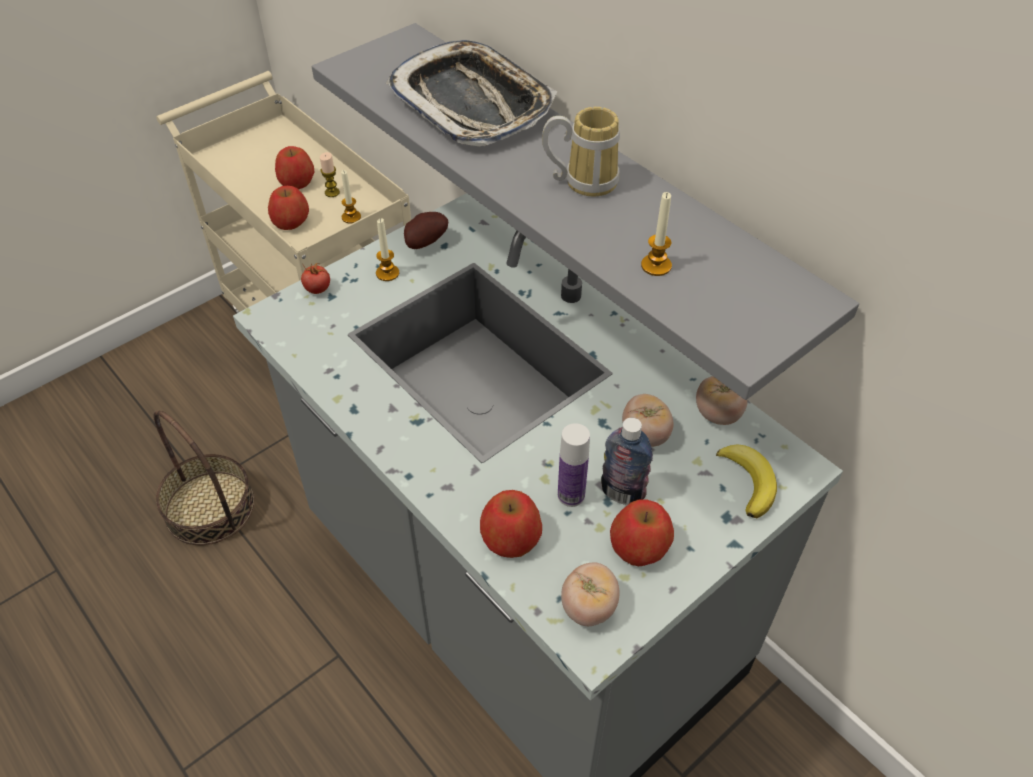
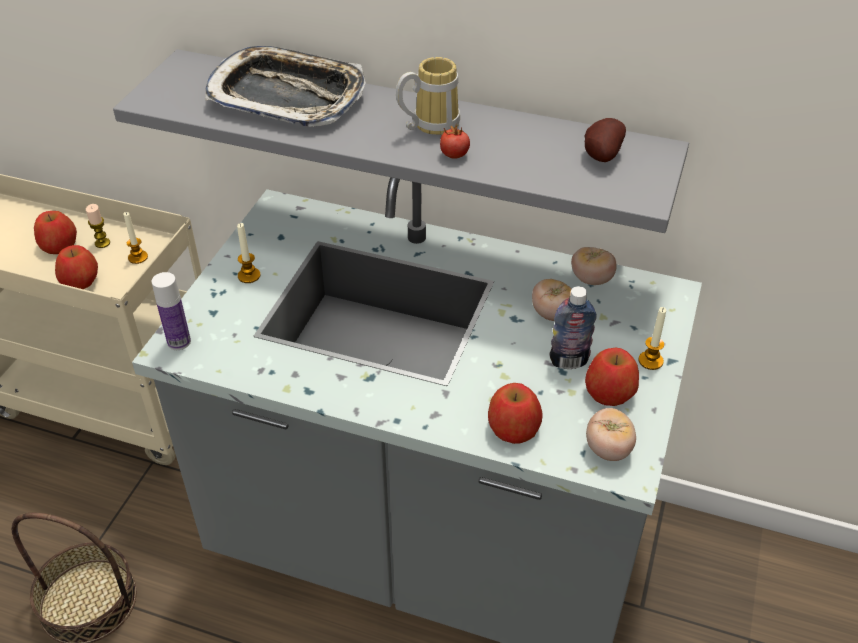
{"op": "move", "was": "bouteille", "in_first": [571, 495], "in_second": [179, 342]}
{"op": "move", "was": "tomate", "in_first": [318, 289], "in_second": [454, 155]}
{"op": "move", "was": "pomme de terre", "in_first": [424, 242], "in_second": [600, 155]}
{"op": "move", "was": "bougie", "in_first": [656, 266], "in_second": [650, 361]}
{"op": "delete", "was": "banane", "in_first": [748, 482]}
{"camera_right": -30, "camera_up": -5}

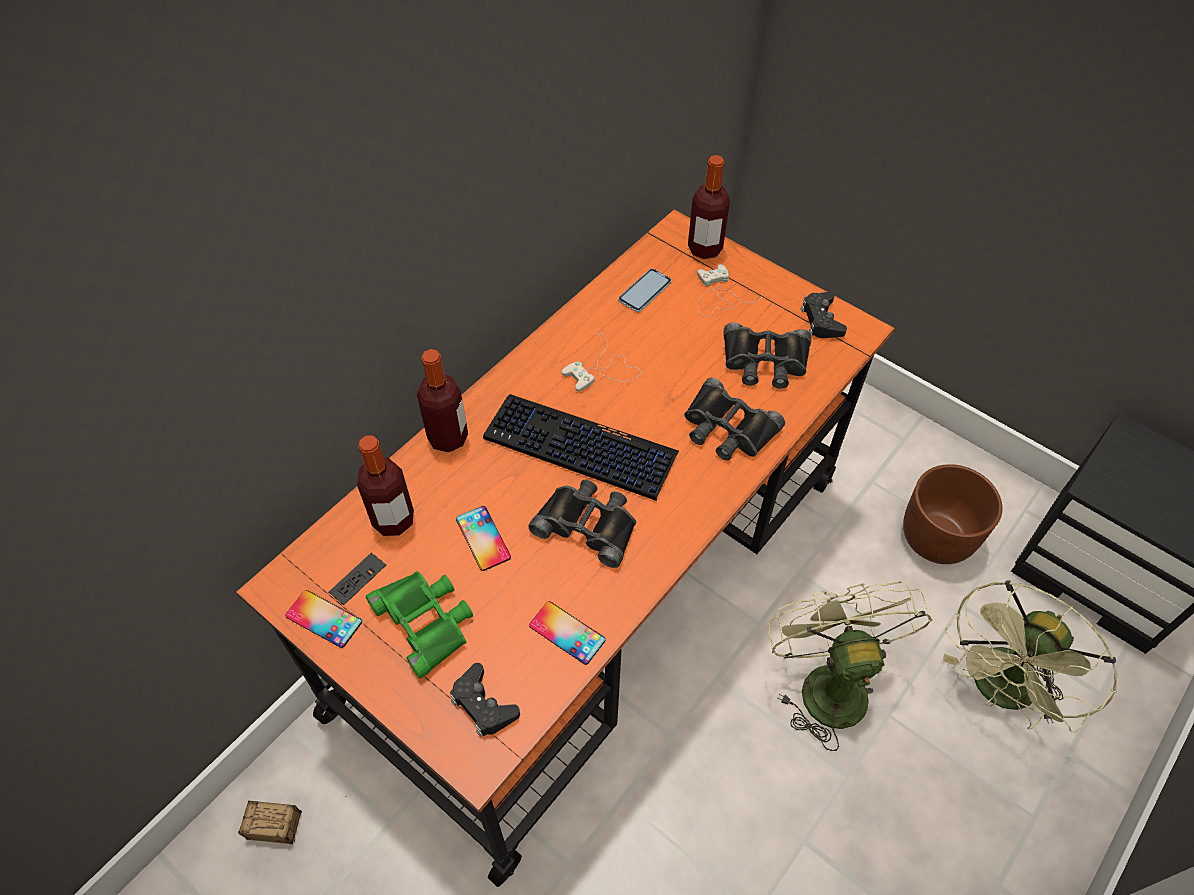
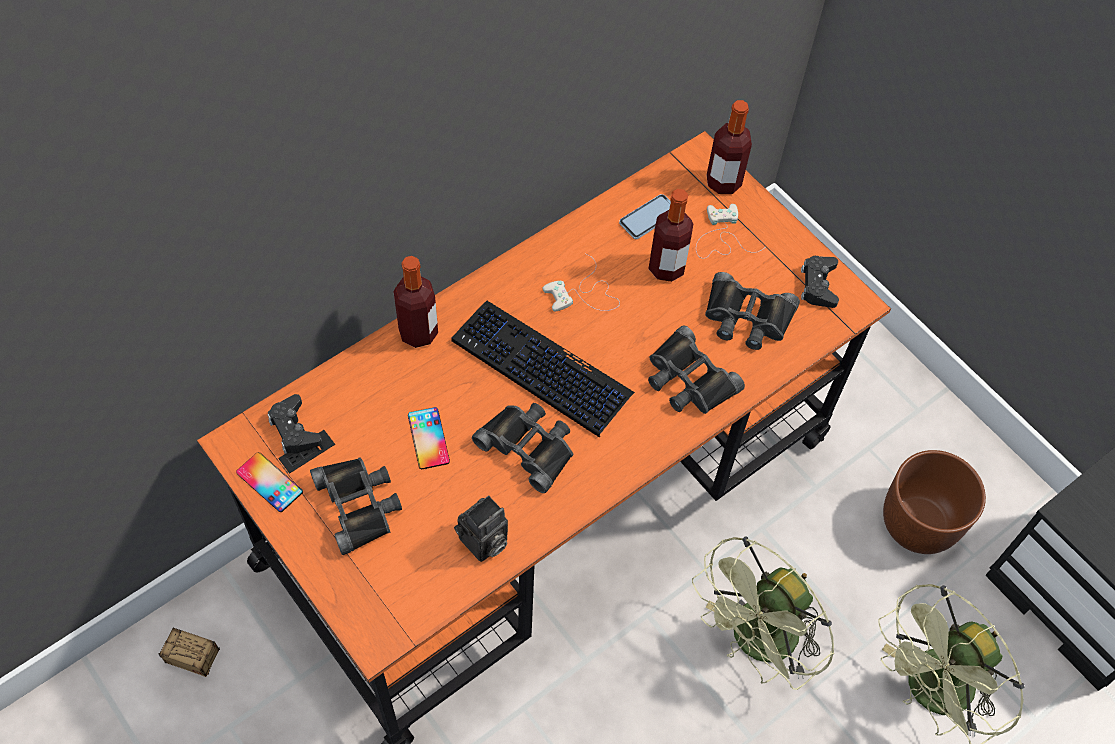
{"op": "move", "was": "manette/noir", "in_first": [483, 705], "in_second": [294, 429]}
{"op": "recolor", "was": "jumelles/vert", "now": "jumelles/noir", "in_first": [425, 621], "in_second": [359, 504]}
{"op": "replace", "was": "téléphone", "now": "appareil photo", "in_first": [567, 632], "in_second": [483, 543]}
{"op": "move", "was": "bouteille", "in_first": [393, 520], "in_second": [666, 268]}
{"op": "rotate", "was": "ventilateur/vert", "in_first": [826, 681], "in_second": [756, 643], "clockwise": -135}
{"camera_right": 10, "camera_up": 5}

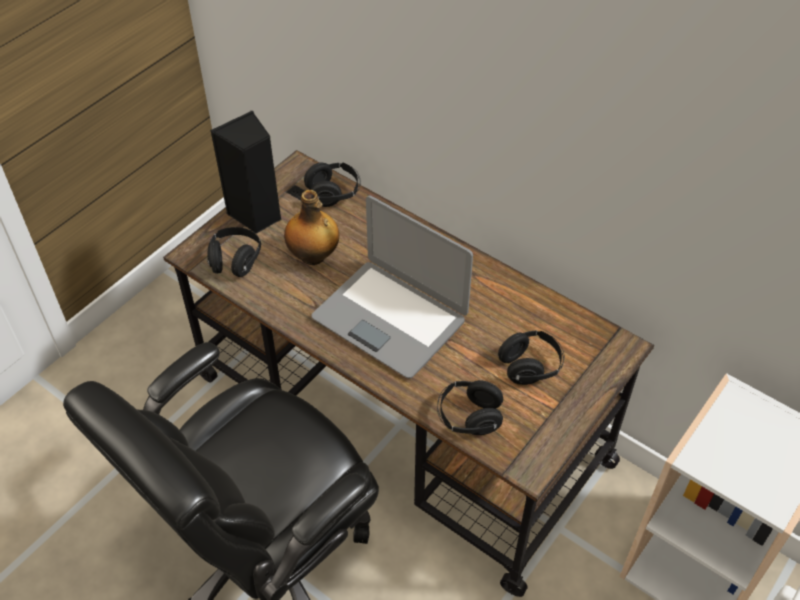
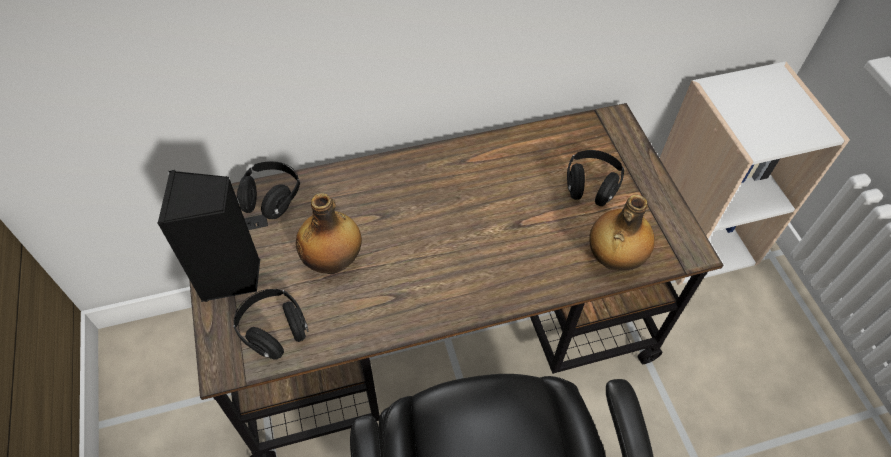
{"op": "replace", "was": "casque audio/noir", "now": "bouteille", "in_first": [469, 417], "in_second": [613, 259]}
{"op": "delete", "was": "ordinateur portable", "in_first": [390, 318]}
{"camera_right": -55, "camera_up": 5}

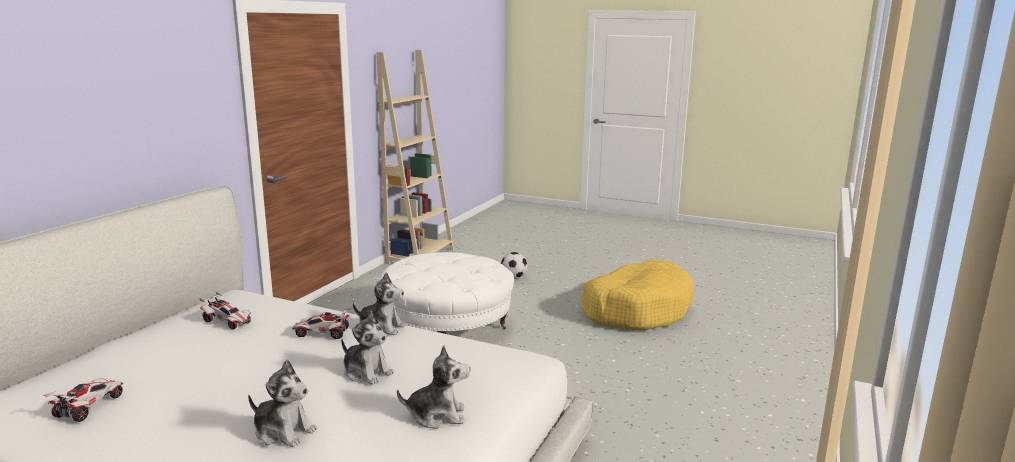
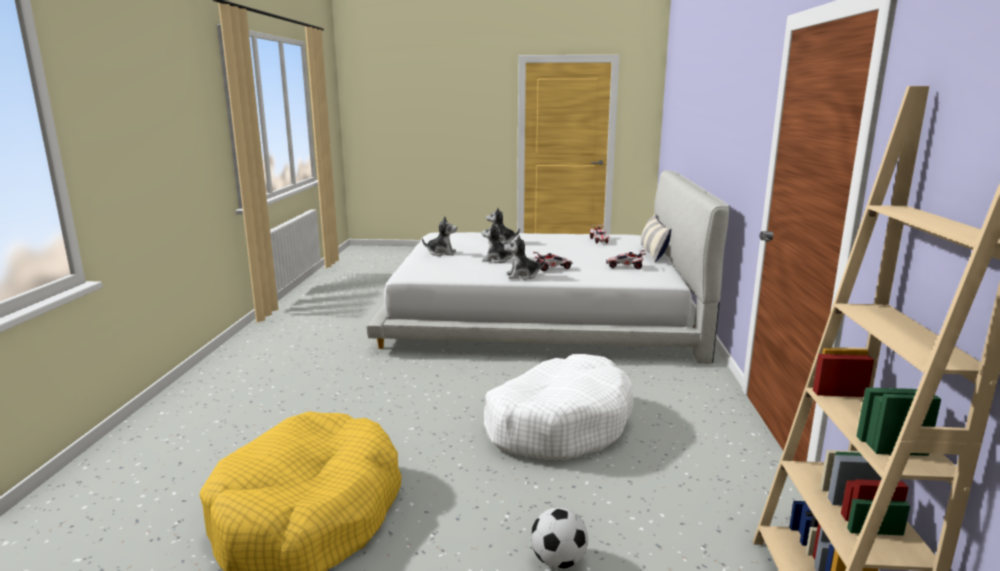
{"op": "rotate", "was": "peluche", "in_first": [437, 415], "in_second": [441, 253], "clockwise": -150}
{"op": "replace", "was": "pouf/blanc", "now": "panier pour chien/blanc", "in_first": [448, 327], "in_second": [558, 424]}
{"op": "insert", "now": "coussin", "in_second": [653, 253]}
{"camera_right": 160, "camera_up": 0}

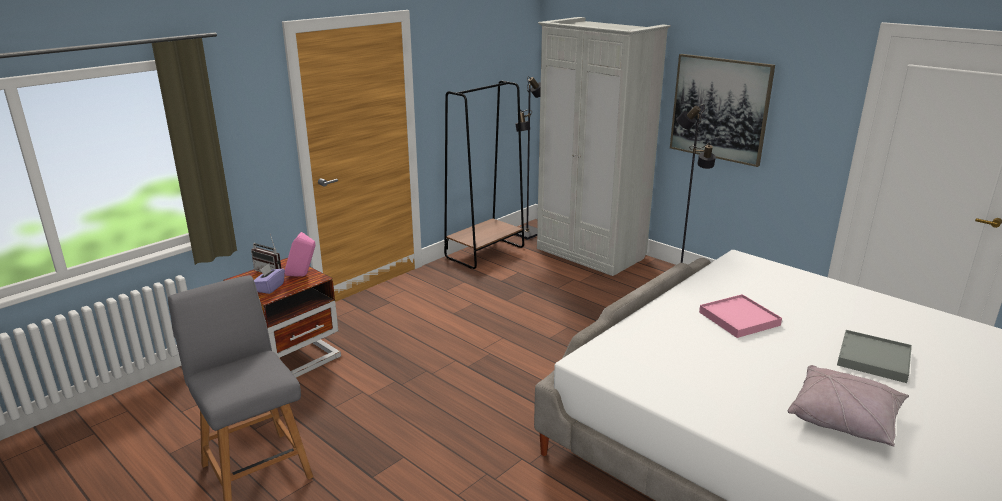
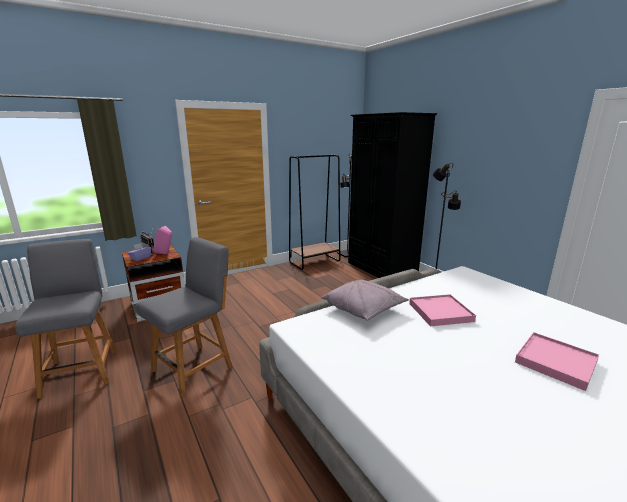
{"op": "insert", "now": "chaise/gris", "in_second": [195, 367]}
{"op": "move", "was": "coussin/violet", "in_first": [844, 418], "in_second": [364, 309]}
{"op": "recolor", "was": "armoire/blanc", "now": "armoire/noir", "in_first": [590, 253], "in_second": [381, 268]}
{"op": "recolor", "was": "plateau/gris", "now": "plateau/rose", "in_first": [873, 359], "in_second": [555, 362]}
{"op": "delete", "was": "tableau", "in_first": [720, 109]}
{"camera_right": 15, "camera_up": -5}

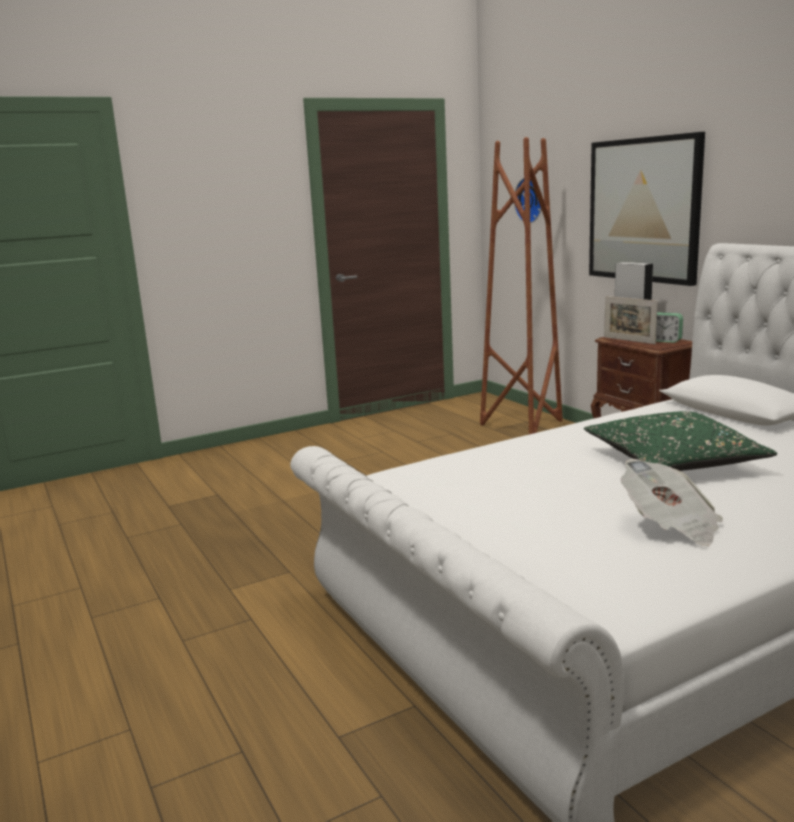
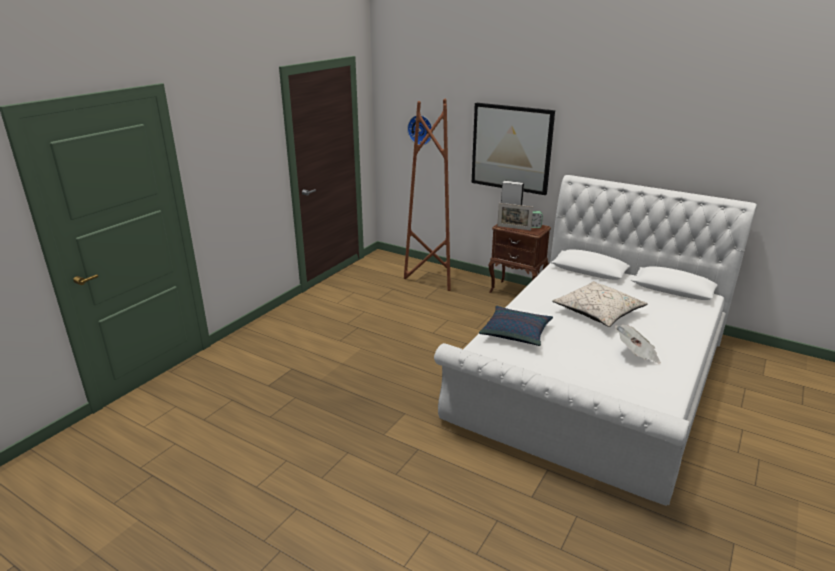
{"op": "insert", "now": "coussin/bleu", "in_second": [516, 333]}
{"op": "recolor", "was": "coussin/vert", "now": "coussin/beige", "in_first": [674, 462], "in_second": [598, 313]}
{"camera_right": -30, "camera_up": 10}

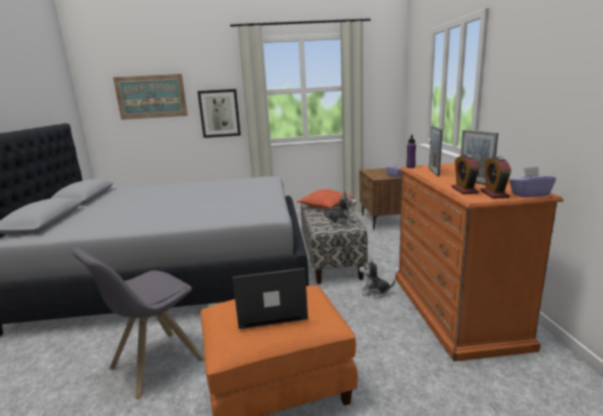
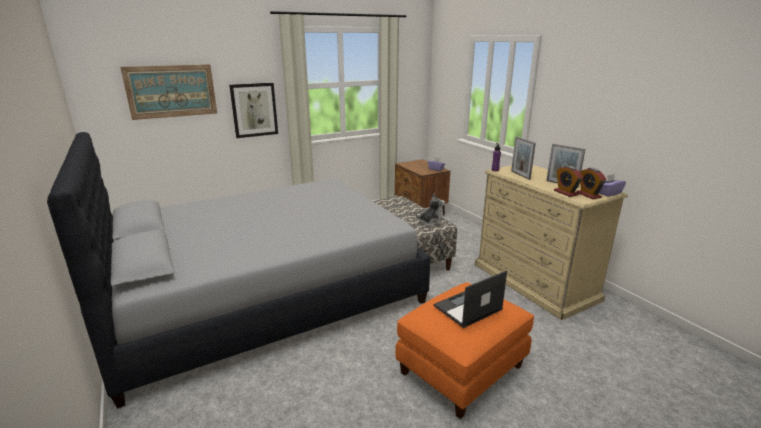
{"op": "recolor", "was": "commode/orange", "now": "commode/beige", "in_first": [455, 309], "in_second": [535, 282]}
{"op": "delete", "was": "chaise/gris", "in_first": [156, 363]}
{"op": "delete", "was": "coussin/orange", "in_first": [326, 206]}
{"op": "delete", "was": "peluche", "in_first": [375, 292]}
{"camera_right": -25, "camera_up": 5}

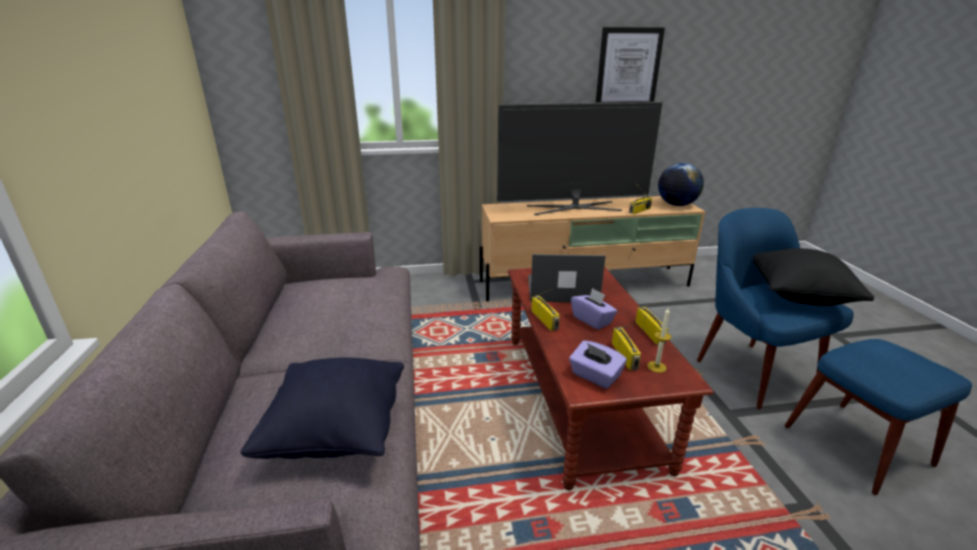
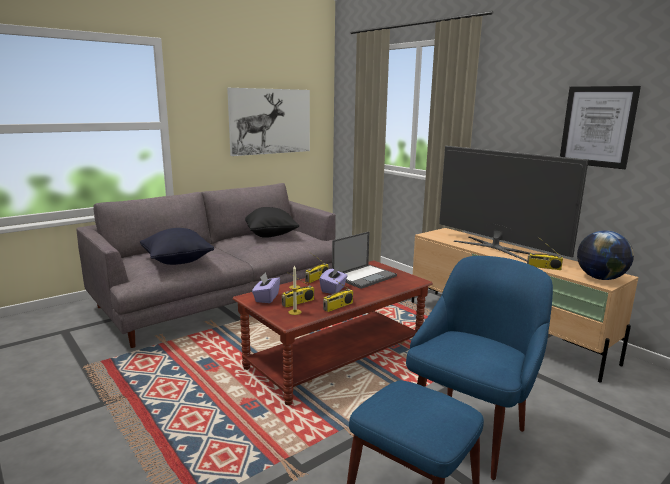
{"op": "insert", "now": "tableau", "in_second": [270, 121]}
{"op": "move", "was": "coussin/noir", "in_first": [799, 296], "in_second": [271, 235]}
{"op": "rotate", "was": "ordinateur portable", "in_first": [561, 290], "in_second": [364, 276], "clockwise": 75}
{"camera_right": 60, "camera_up": -10}

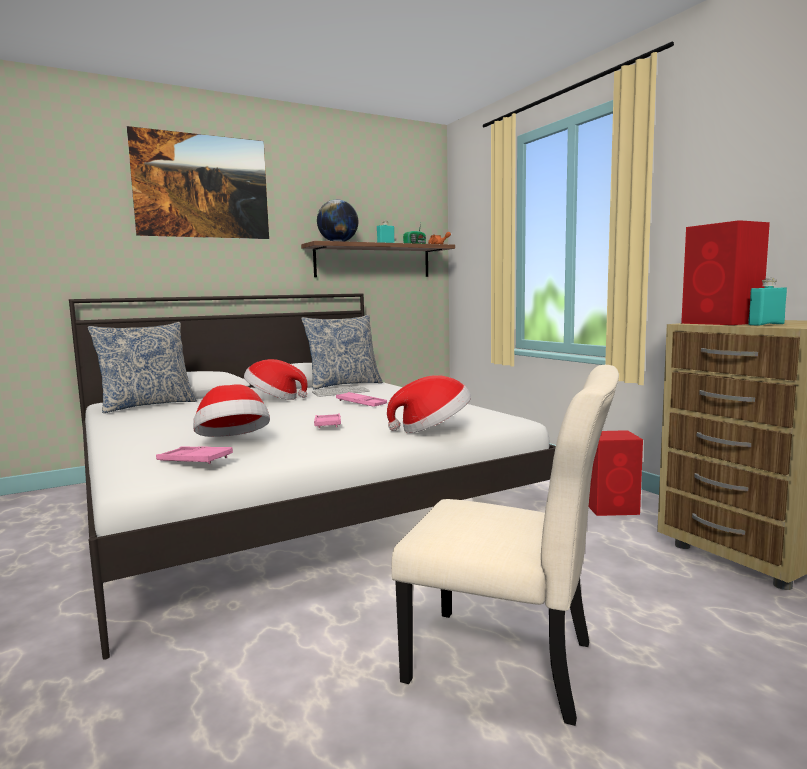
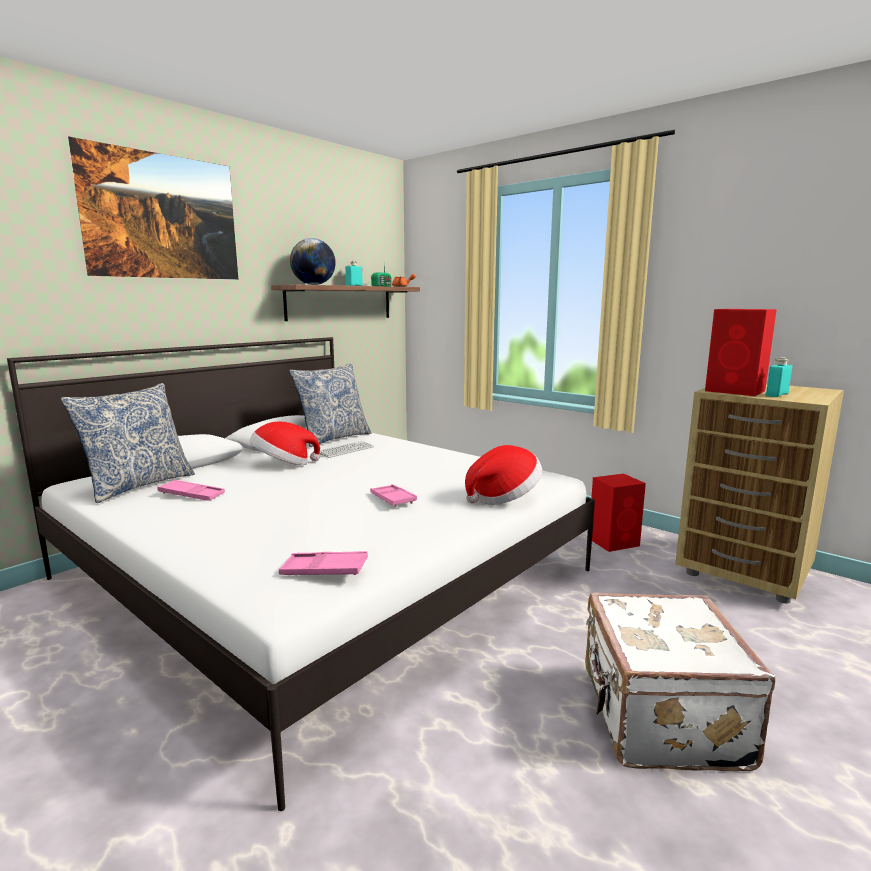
{"op": "move", "was": "plateau/rose", "in_first": [361, 403], "in_second": [192, 495]}
{"op": "replace", "was": "chaise/beige", "now": "valise/blanc", "in_first": [508, 664], "in_second": [659, 717]}
{"op": "delete", "was": "chapeau", "in_first": [233, 442]}
{"camera_right": -20, "camera_up": 5}

